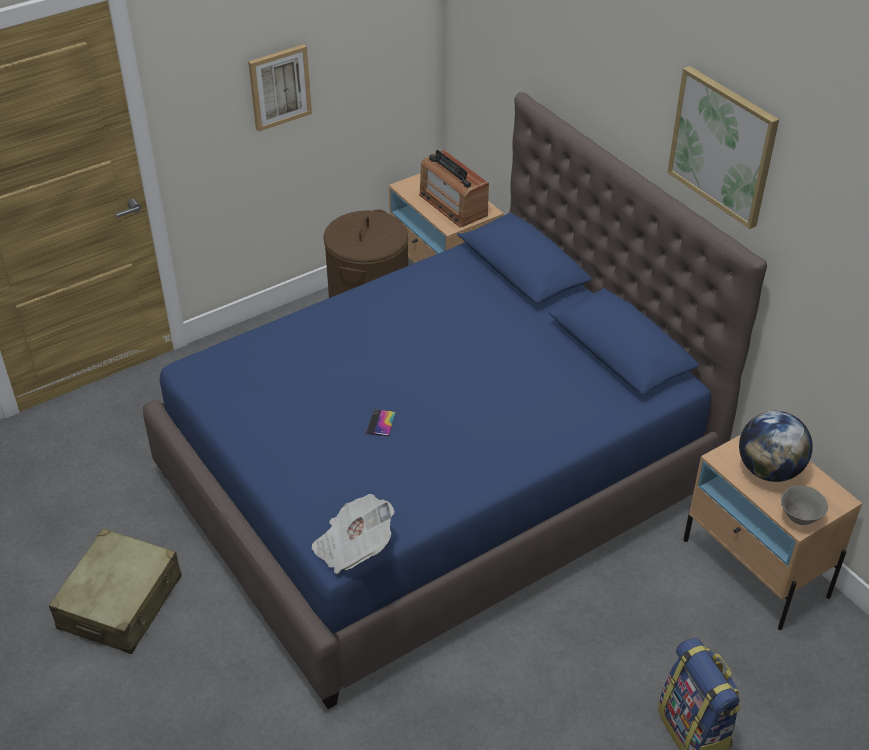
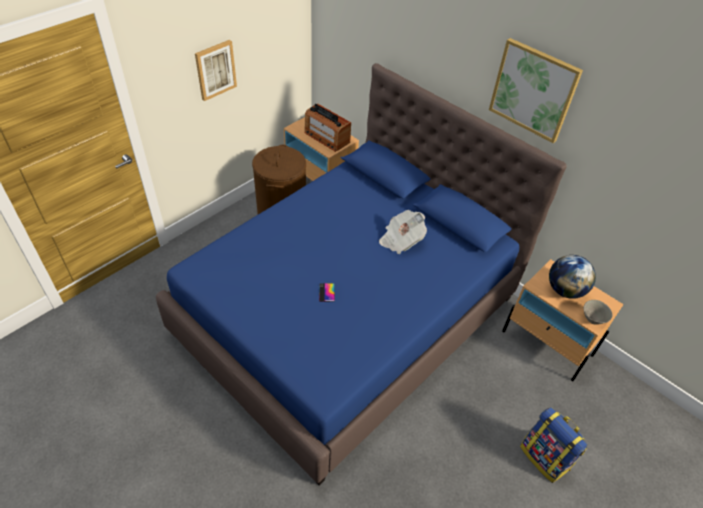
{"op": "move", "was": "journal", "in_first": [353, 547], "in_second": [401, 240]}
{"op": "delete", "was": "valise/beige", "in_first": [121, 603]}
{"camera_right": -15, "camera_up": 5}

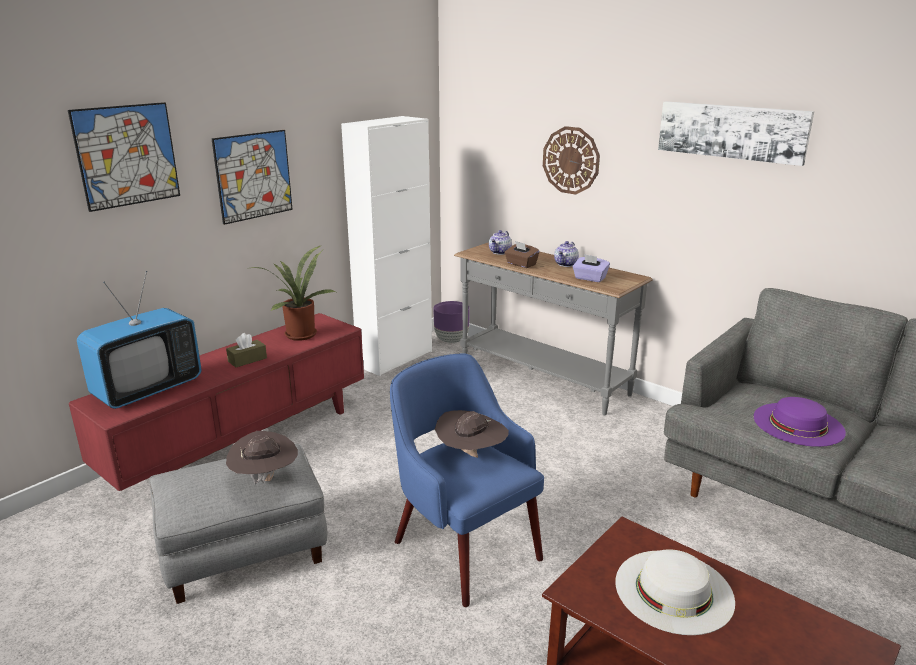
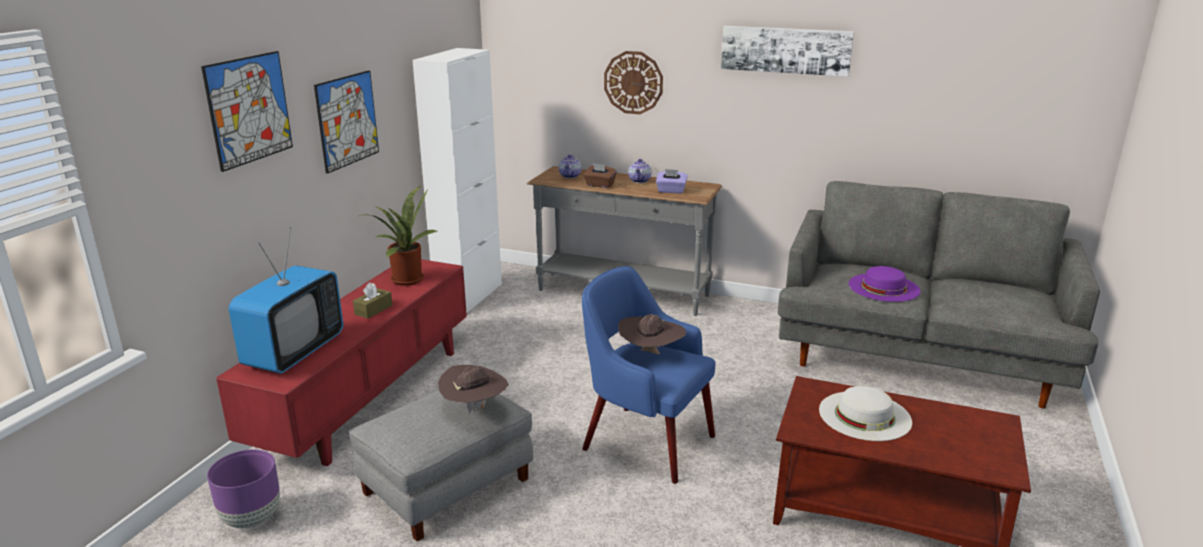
{"op": "move", "was": "cache-pot/violet", "in_first": [451, 340], "in_second": [251, 518]}
{"camera_right": -20, "camera_up": 0}

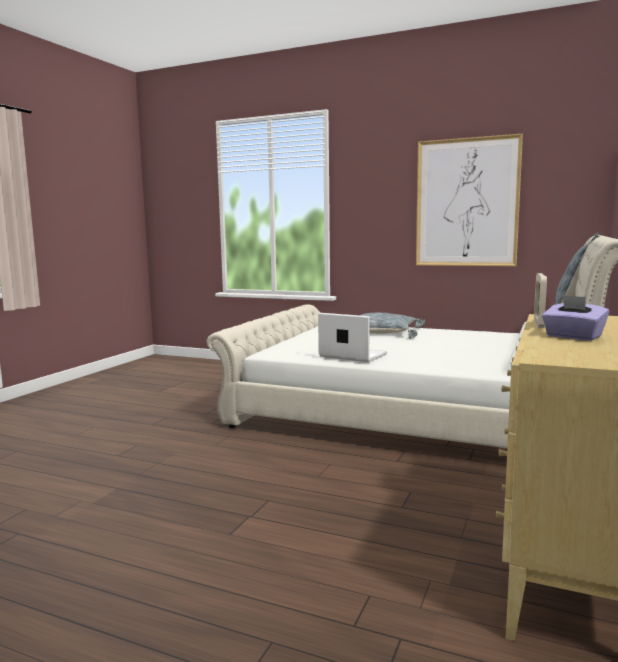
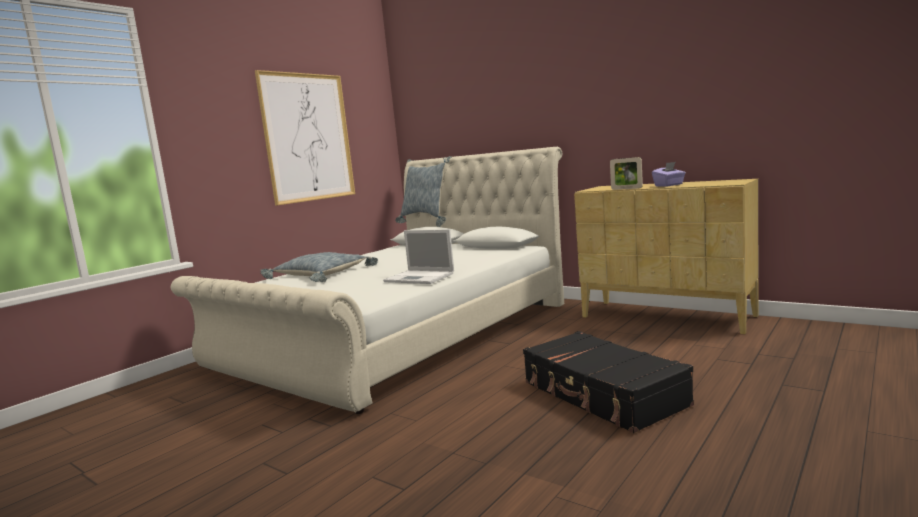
{"op": "rotate", "was": "ordinateur portable", "in_first": [351, 355], "in_second": [420, 277], "clockwise": -105}
{"op": "insert", "now": "valise/noir", "in_second": [602, 395]}
{"camera_right": -75, "camera_up": 0}

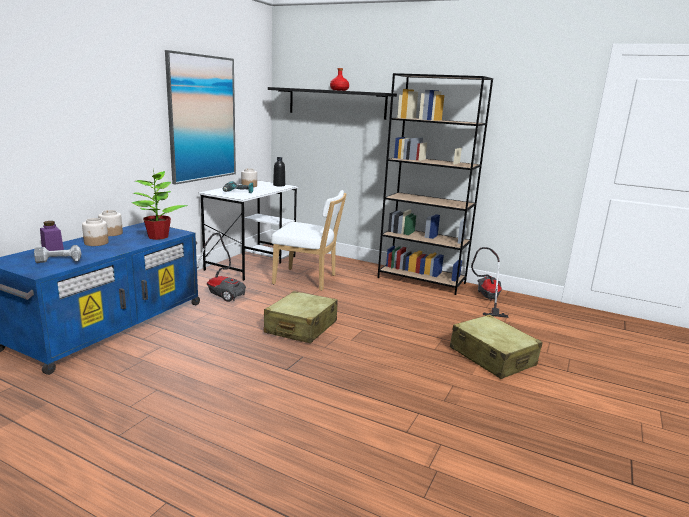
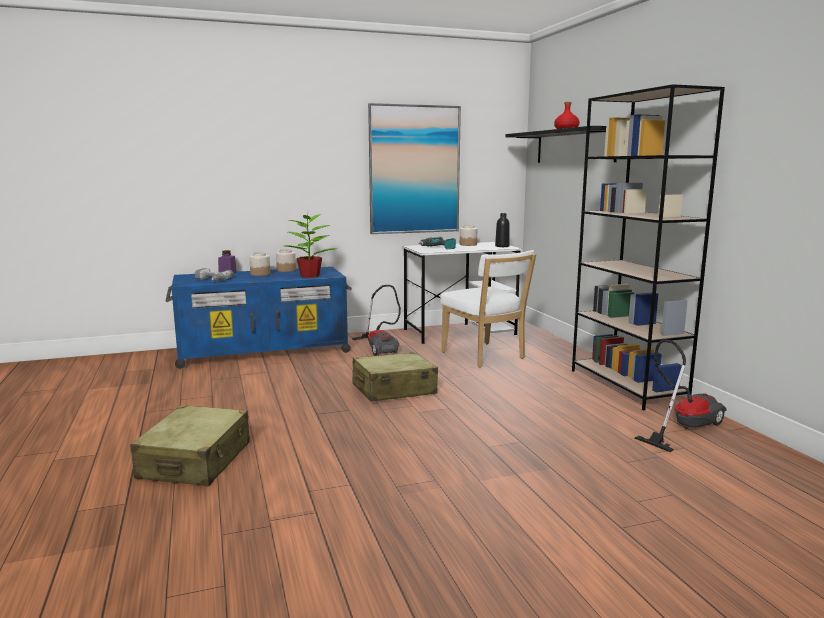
{"op": "move", "was": "valise/beige", "in_first": [492, 357], "in_second": [195, 461]}
{"camera_right": 45, "camera_up": -5}

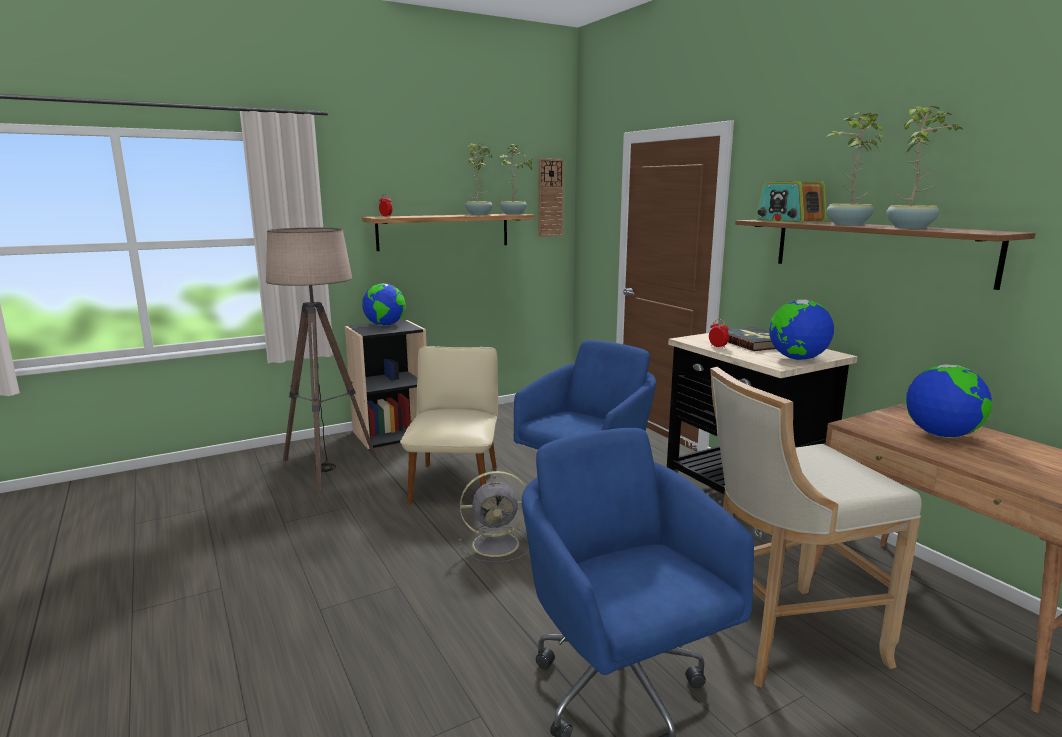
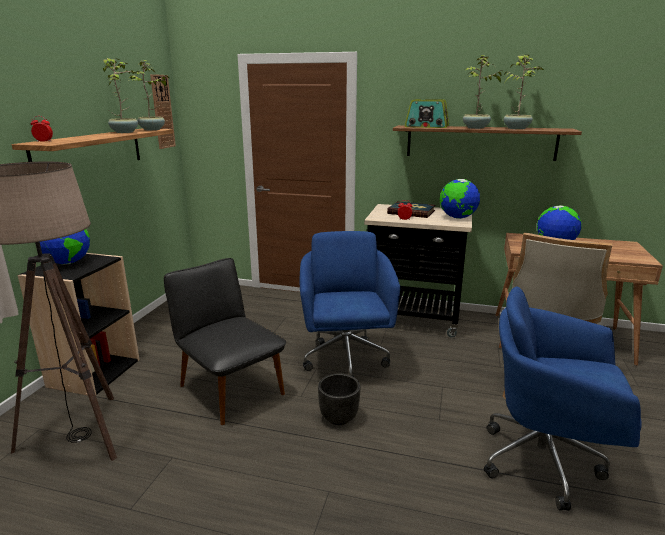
{"op": "recolor", "was": "chaise/beige", "now": "chaise/noir", "in_first": [454, 484], "in_second": [231, 389]}
{"op": "replace", "was": "ventilateur/gris", "now": "cache-pot/noir", "in_first": [498, 544], "in_second": [338, 417]}
{"camera_right": -45, "camera_up": 5}

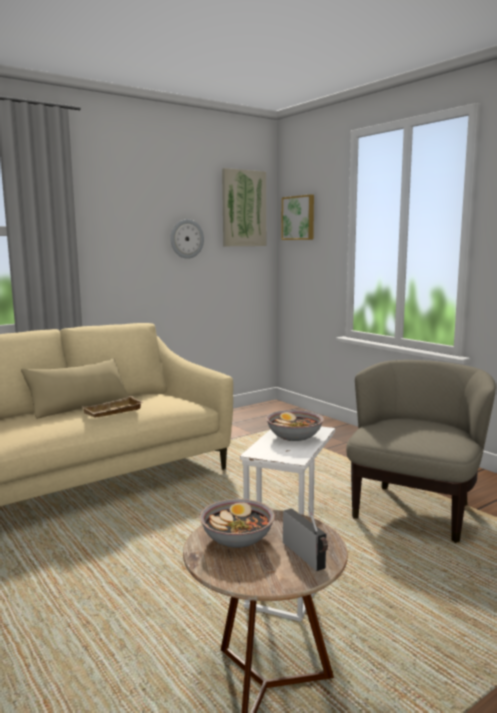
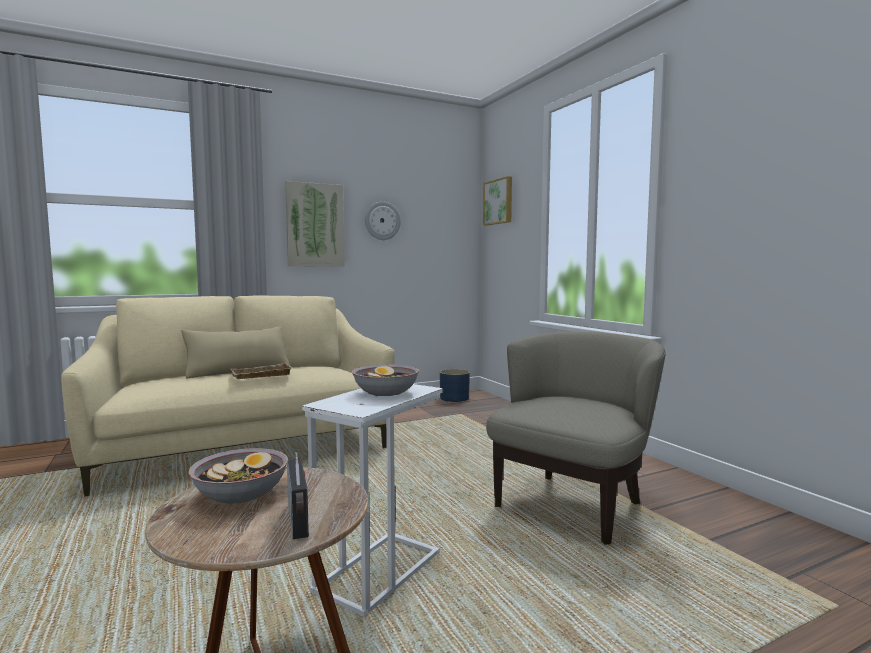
{"op": "move", "was": "tableau", "in_first": [243, 208], "in_second": [315, 225]}
{"op": "insert", "now": "cache-pot/bleu", "in_second": [454, 398]}
{"camera_right": 10, "camera_up": -5}

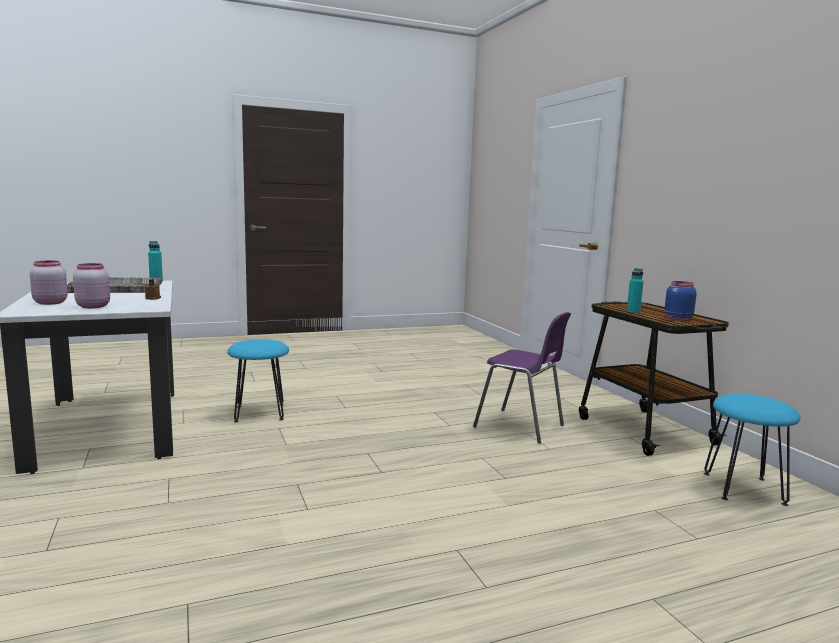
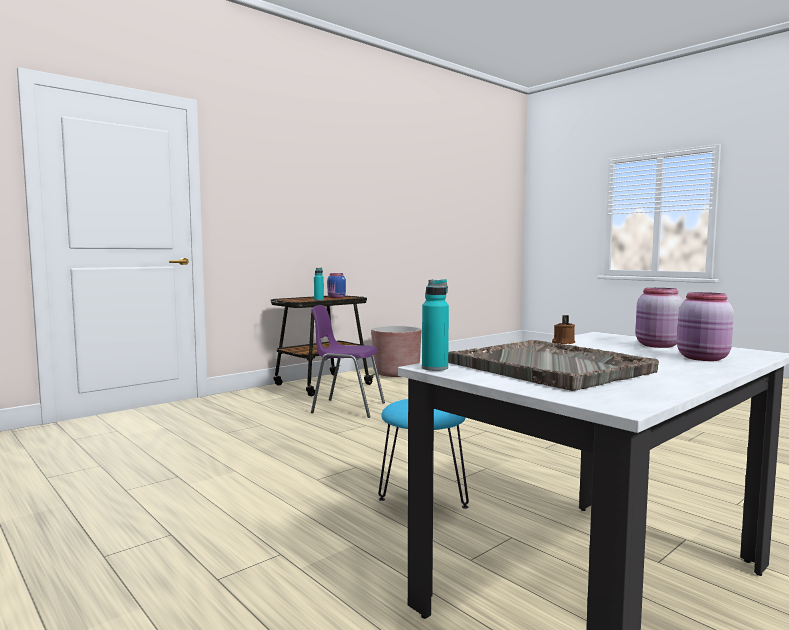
{"op": "rotate", "was": "chaise/violet", "in_first": [521, 427], "in_second": [346, 408], "clockwise": -90}
{"op": "replace", "was": "tabouret/turquoise", "now": "cache-pot/marron", "in_first": [744, 488], "in_second": [396, 373]}
{"camera_right": -110, "camera_up": -5}

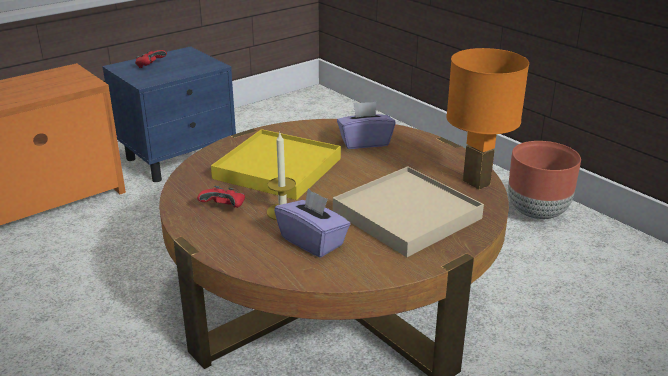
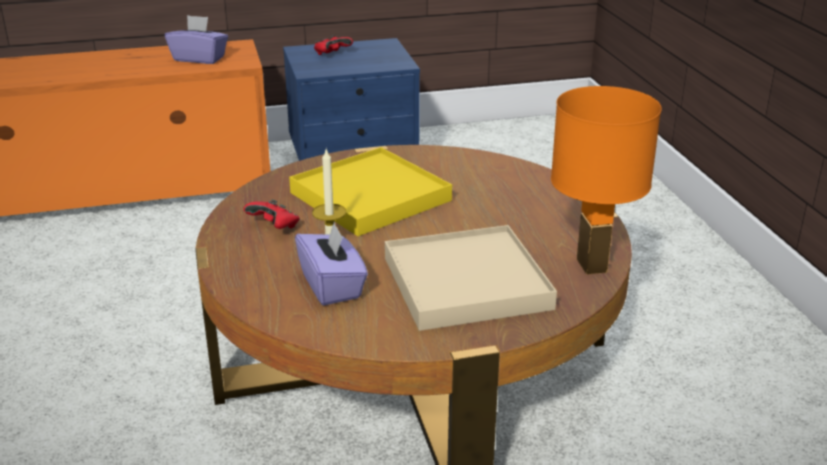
{"op": "move", "was": "boîte à mouchoirs/violet", "in_first": [365, 142], "in_second": [199, 58]}
{"op": "delete", "was": "cache-pot/marron", "in_first": [537, 212]}
{"camera_right": 25, "camera_up": 0}

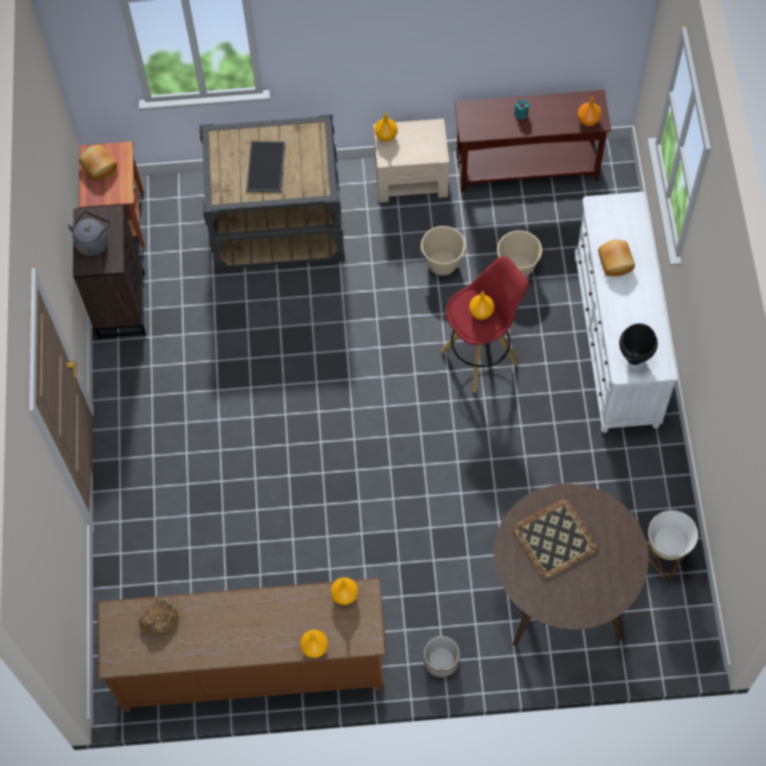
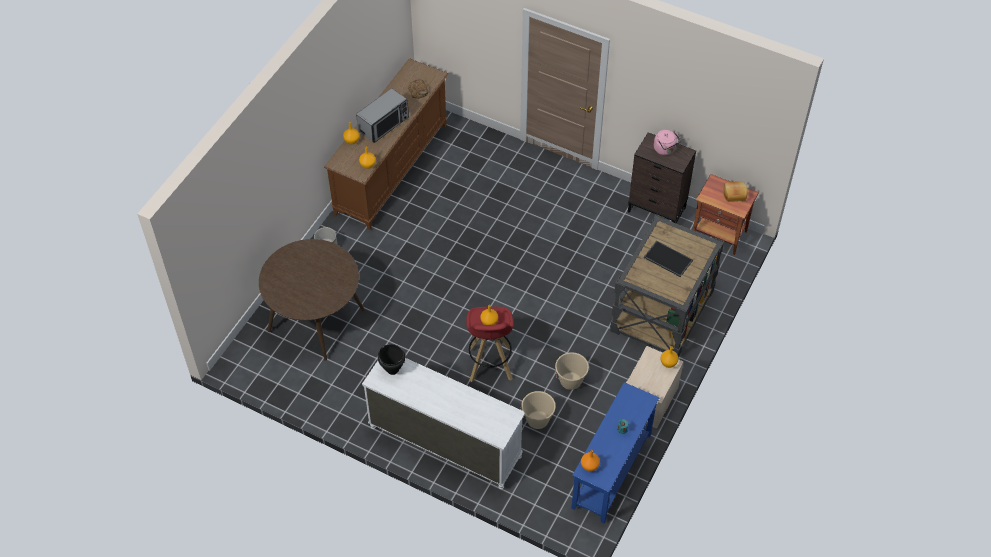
{"op": "insert", "now": "micro-ondes", "in_second": [384, 124]}
{"op": "recolor", "was": "table console/marron", "now": "table console/bleu", "in_first": [527, 167], "in_second": [611, 472]}
{"op": "recolor", "was": "bouilloire/gris", "now": "bouilloire/rose", "in_first": [93, 242], "in_second": [665, 149]}
{"op": "delete", "was": "plateau", "in_first": [554, 540]}
{"op": "delete", "was": "pain", "in_first": [616, 262]}
{"op": "delete", "was": "cache-pot", "in_first": [663, 557]}
{"camera_right": 120, "camera_up": -10}

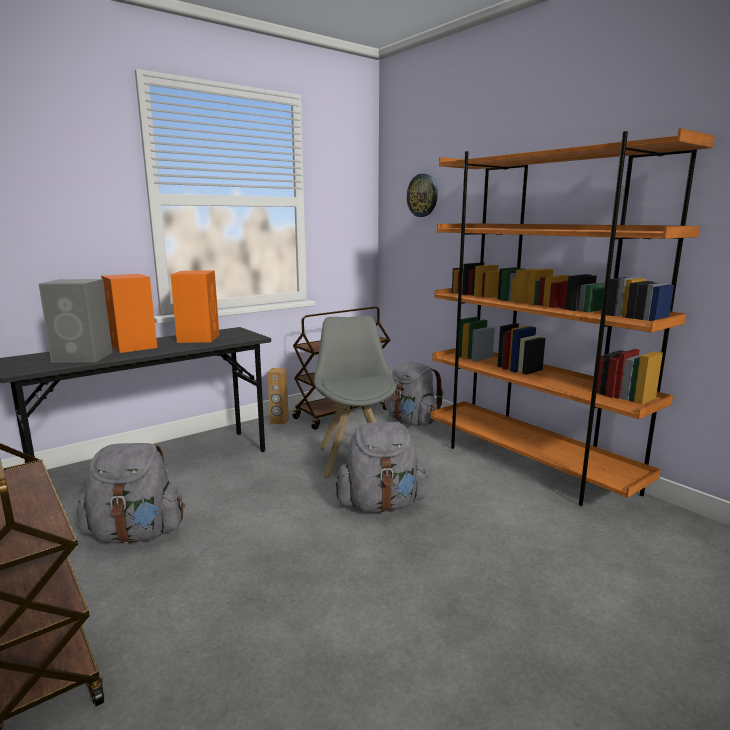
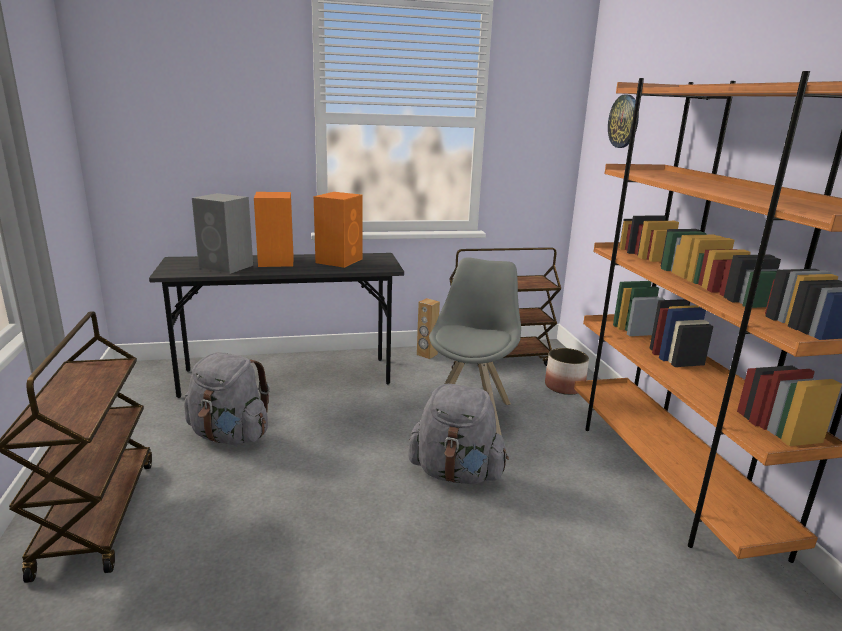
{"op": "replace", "was": "sac à dos/gris", "now": "cache-pot", "in_first": [411, 422], "in_second": [564, 387]}
{"camera_right": 25, "camera_up": 5}

